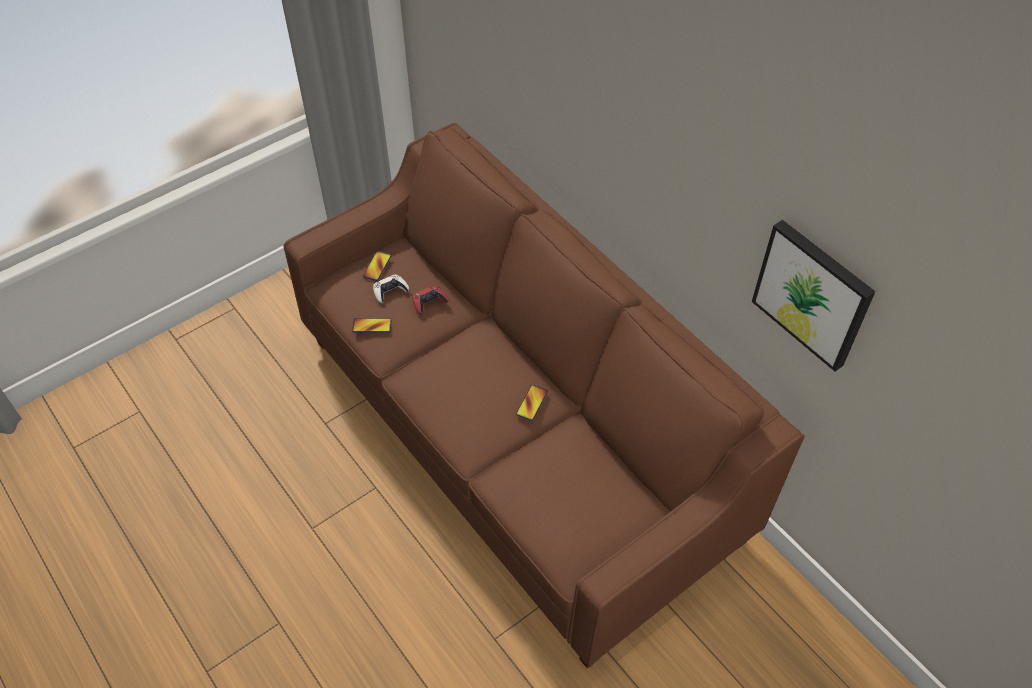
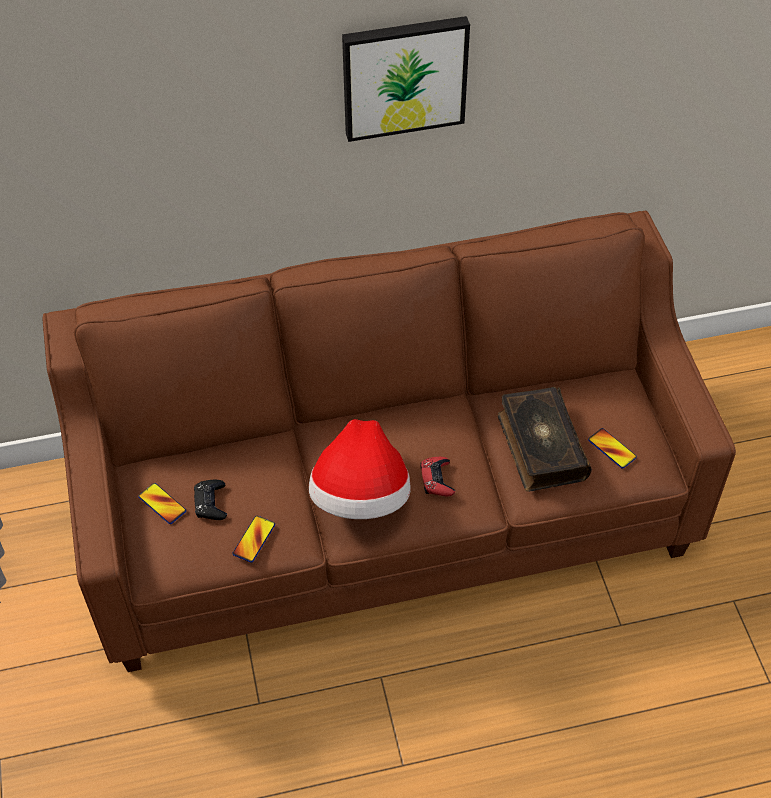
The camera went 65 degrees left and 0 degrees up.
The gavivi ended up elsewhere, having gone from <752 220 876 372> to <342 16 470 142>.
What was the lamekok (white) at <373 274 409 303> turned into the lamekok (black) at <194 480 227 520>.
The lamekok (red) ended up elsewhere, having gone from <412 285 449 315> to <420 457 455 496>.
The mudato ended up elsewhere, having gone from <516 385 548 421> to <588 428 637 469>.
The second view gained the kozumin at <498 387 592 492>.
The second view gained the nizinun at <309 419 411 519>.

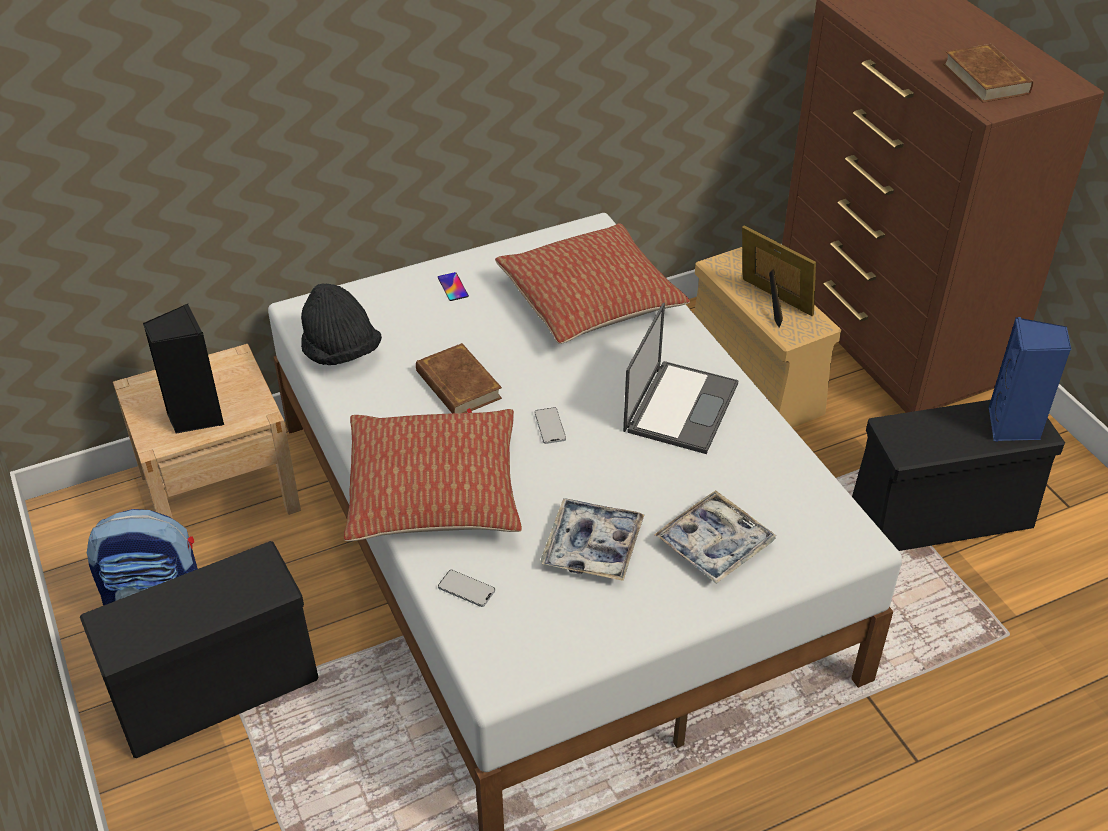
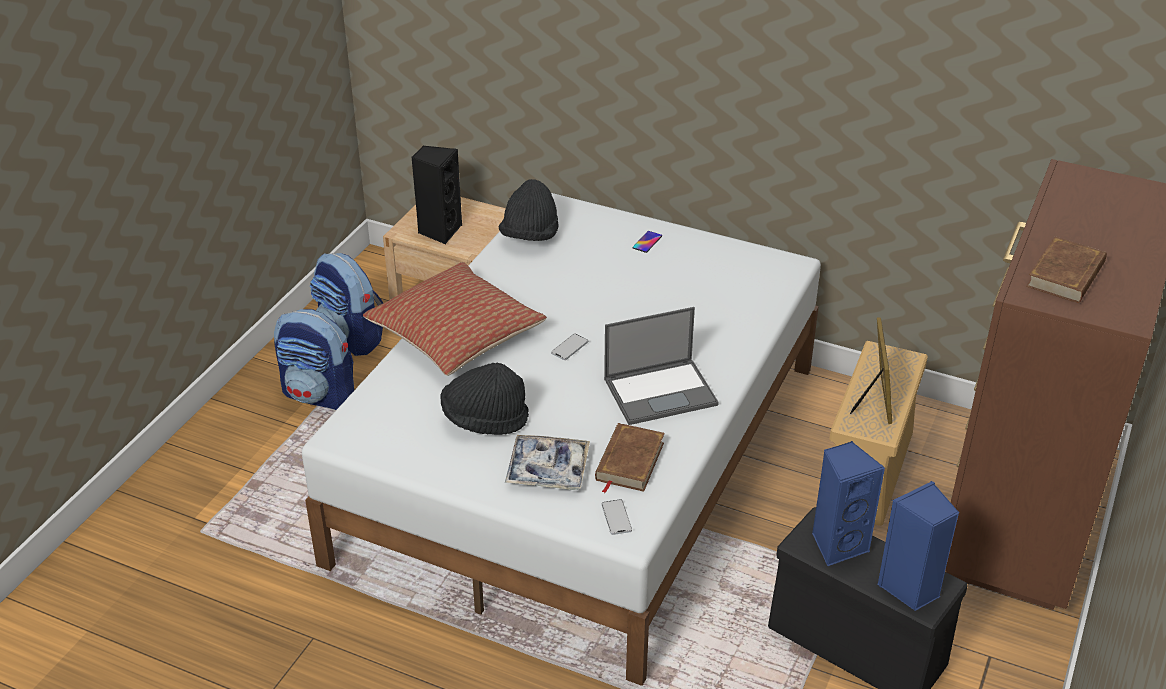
The camera went 50 degrees right and 5 degrees down.
The second view lost the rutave at <495 223 690 344>.
The kozumin (brown) ended up elsewhere, having gone from <416 343 502 413> to <595 423 665 493>.
Where the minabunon stood at <540 498 644 581>, the nizinun (black) came to stand at <440 362 529 435>.
Where the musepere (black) stood at <80 541 319 758>, the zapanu came to stand at <274 309 354 410>.
The mudato ended up elsewhere, having gone from <438 570 495 607> to <602 499 632 535>.
The second view gained the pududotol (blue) at <812 441 885 566>.

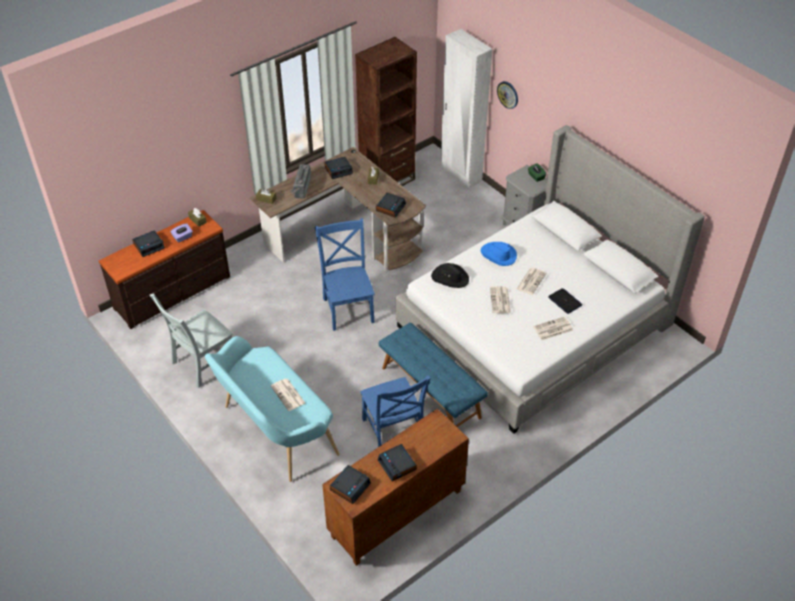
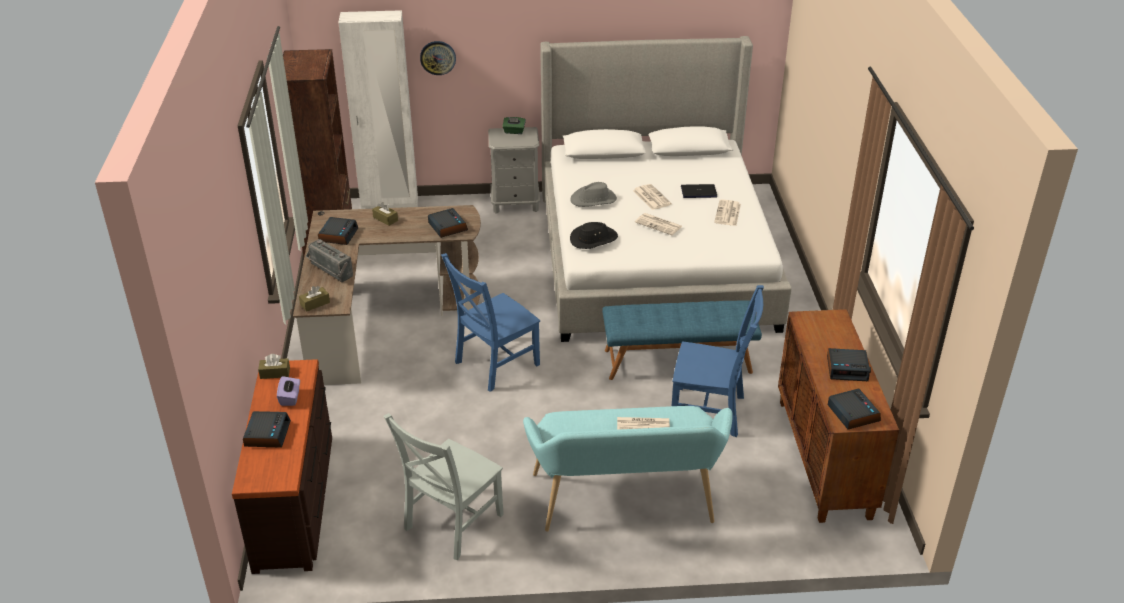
The camera went 55 degrees left and 10 degrees down.
The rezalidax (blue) at <315 218 375 331> ended up facing another way, 60 degrees counterclockwise from before.
What was the nizinun (blue) at <480 242 517 266> turned into the nizinun (grey) at <570 182 617 207>.
The rezalidax (grey) at <150 293 232 388> ended up facing another way, 45 degrees clockwise from before.

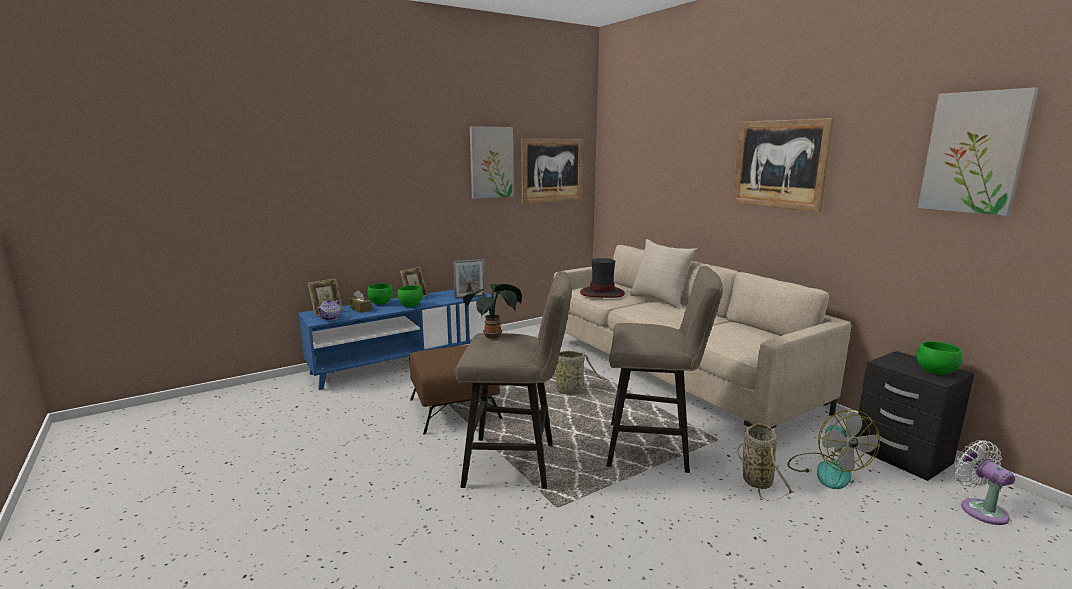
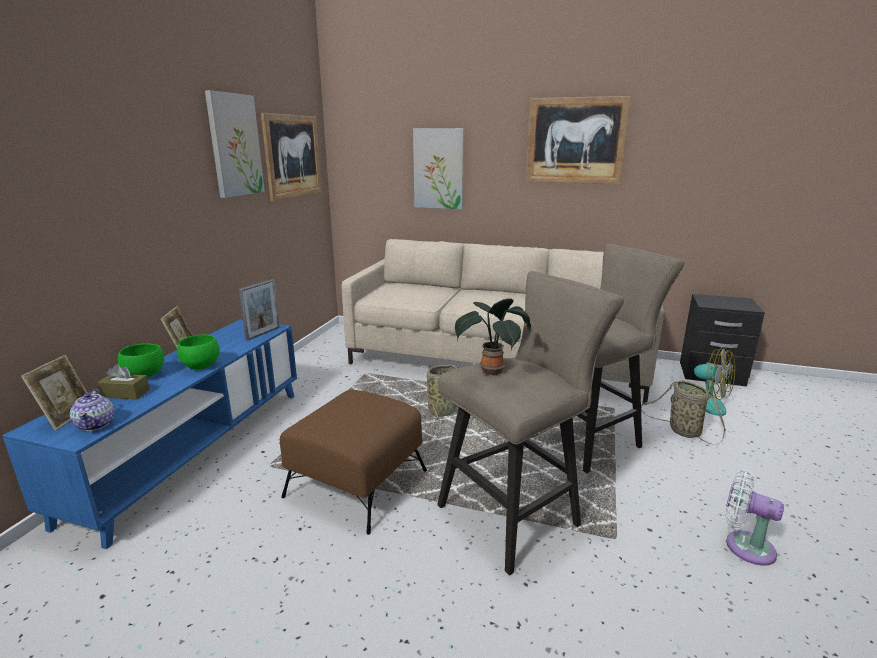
The camera went 40 degrees left and 5 degrees up.
The gavivi ended up elsewhere, having gone from <918 87 1038 216> to <413 128 464 209>.
The second view lost the rutave (beige) at <630 239 698 309>.
The second view lost the nizinun at <580 258 625 298>.
The second view lost the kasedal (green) at <916 341 963 375>.
The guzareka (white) ended up elsewhere, having gone from <954 440 1015 525> to <724 469 784 566>.

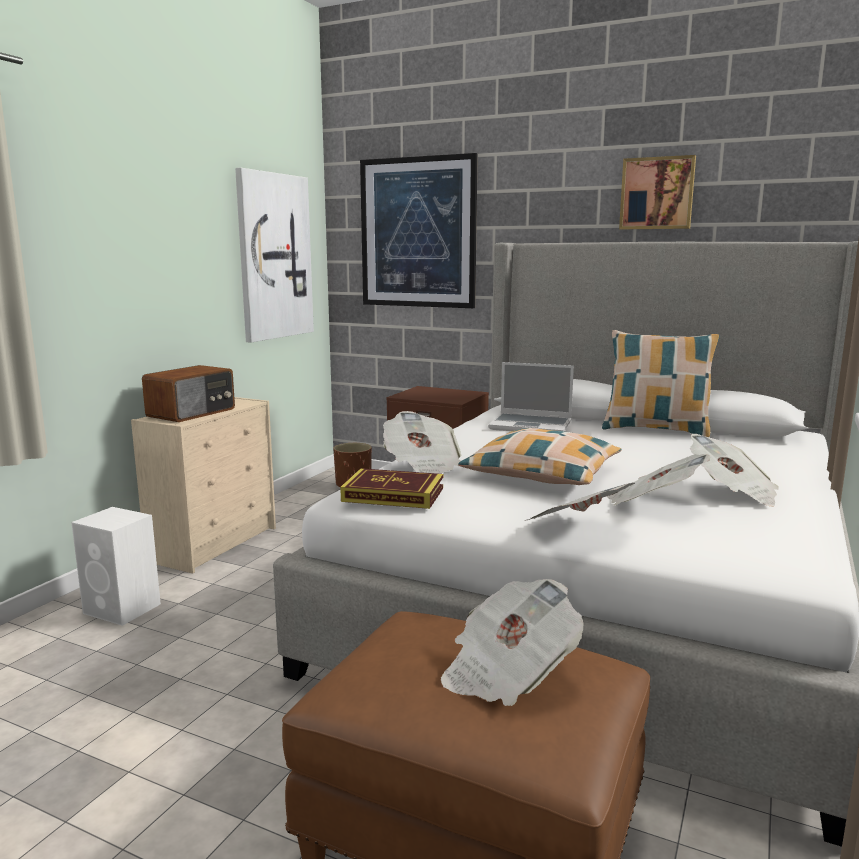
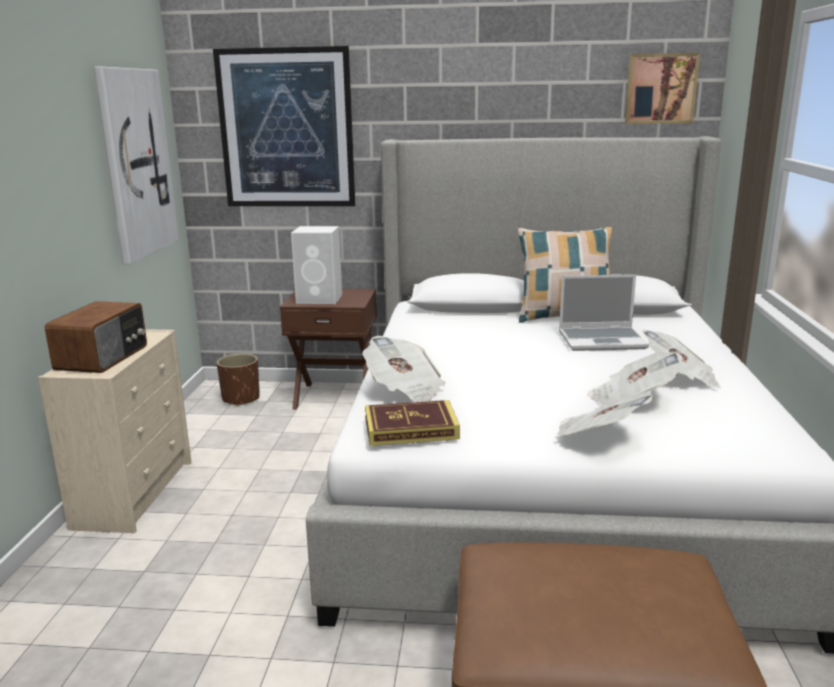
The camera went 20 degrees left and 5 degrees up.
The gavivi ended up elsewhere, having gone from <619 155 696 229> to <625 53 700 124>.
The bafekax ended up elsewhere, having gone from <488 362 574 431> to <559 274 649 351>.
The second view lost the rutave at <458 428 622 485>.
The pududotol (white) ended up elsewhere, having gone from <71 507 161 626> to <291 226 342 304>.
The second view lost the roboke at <441 579 584 706>.

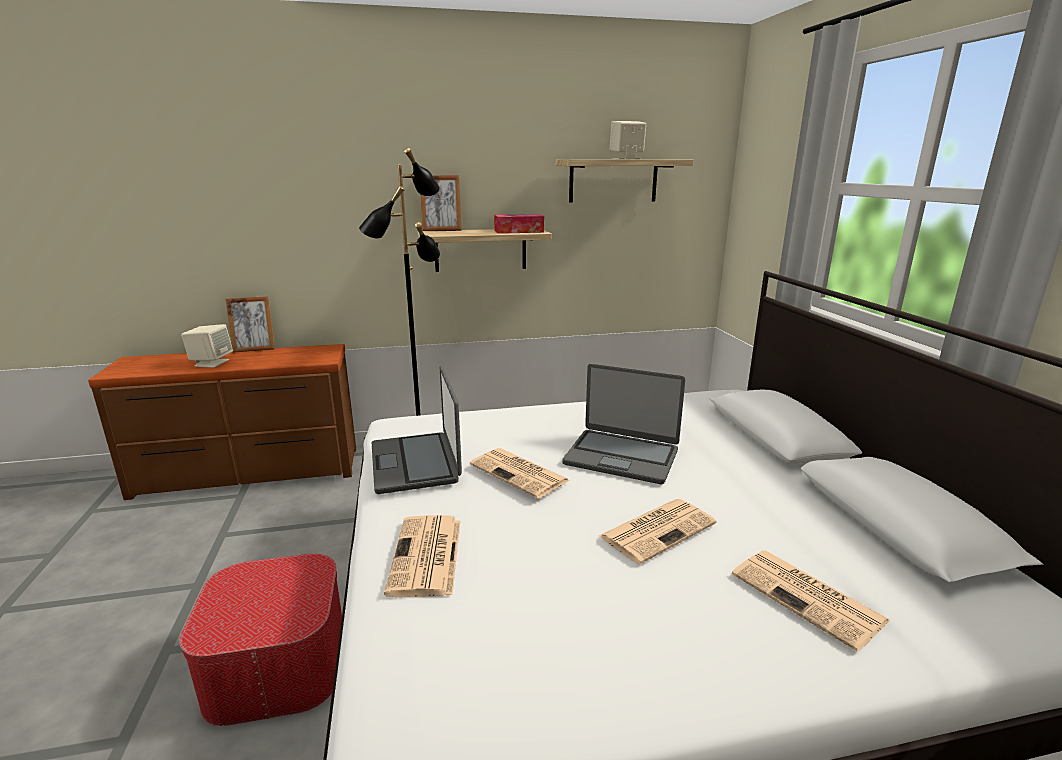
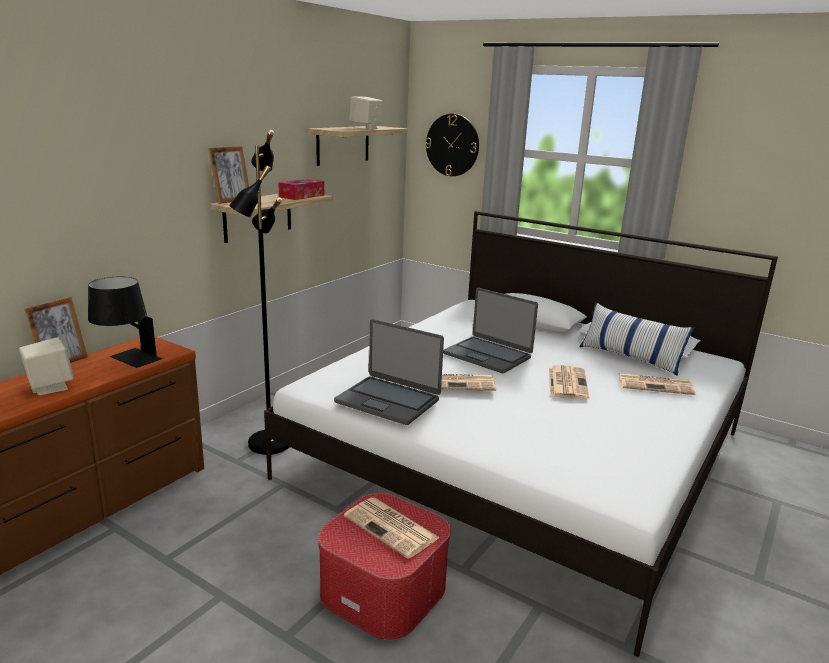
The camera went 45 degrees left and 0 degrees up.
The bafekax at <562 364 685 484> ended up facing another way, 60 degrees clockwise from before.
The roboke ended up elsewhere, having gone from <384 515 460 597> to <344 497 440 559>.
The second view gained the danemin at <425 114 479 176>.
The second view gained the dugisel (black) at <88 277 162 368>.
The second view gained the rutave at <579 302 694 376>.

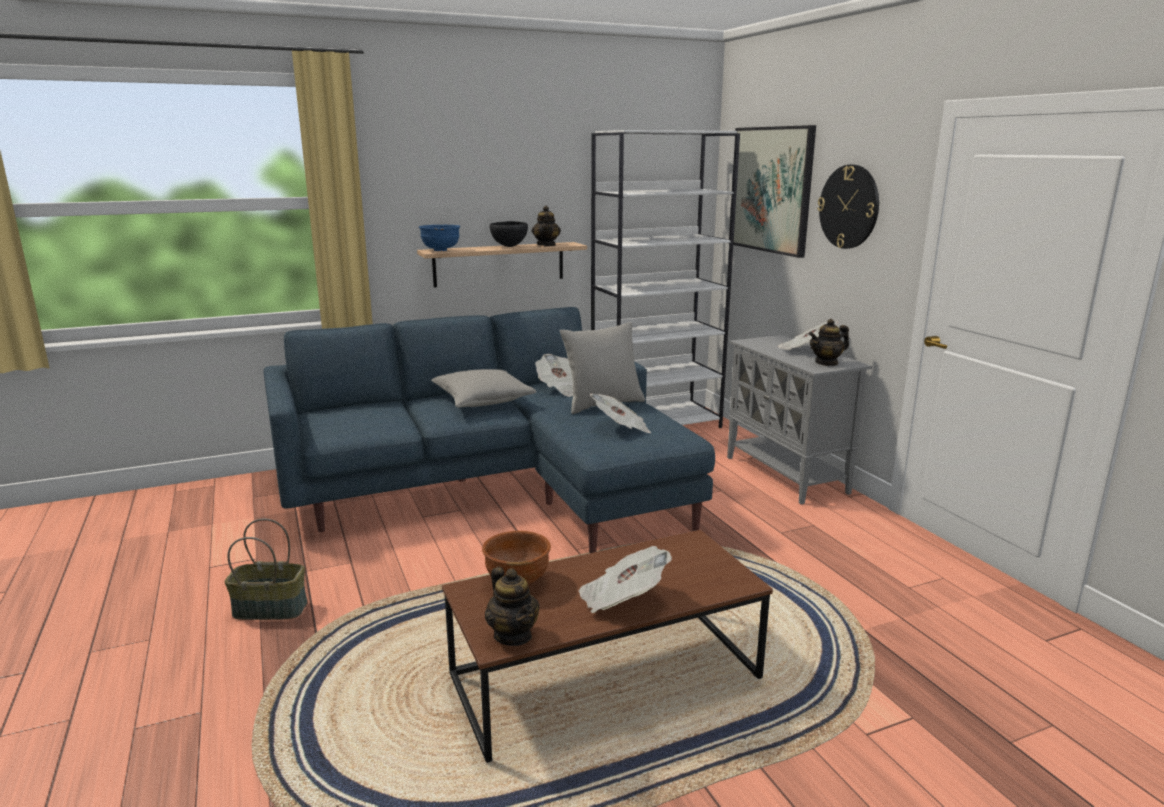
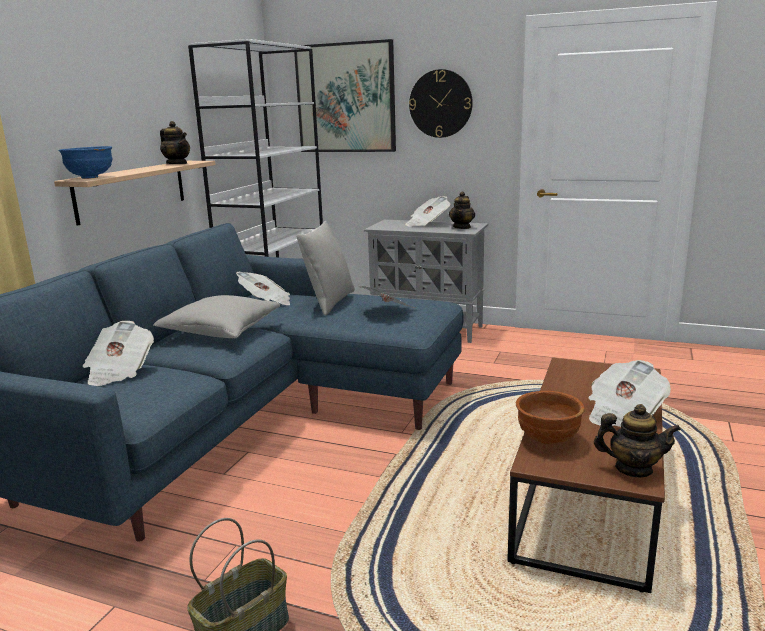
The camera went 45 degrees left and 0 degrees up.
The second view lost the kasedal (black) at <490 221 528 247>.
The second view gained the roboke at <82 321 154 386>.

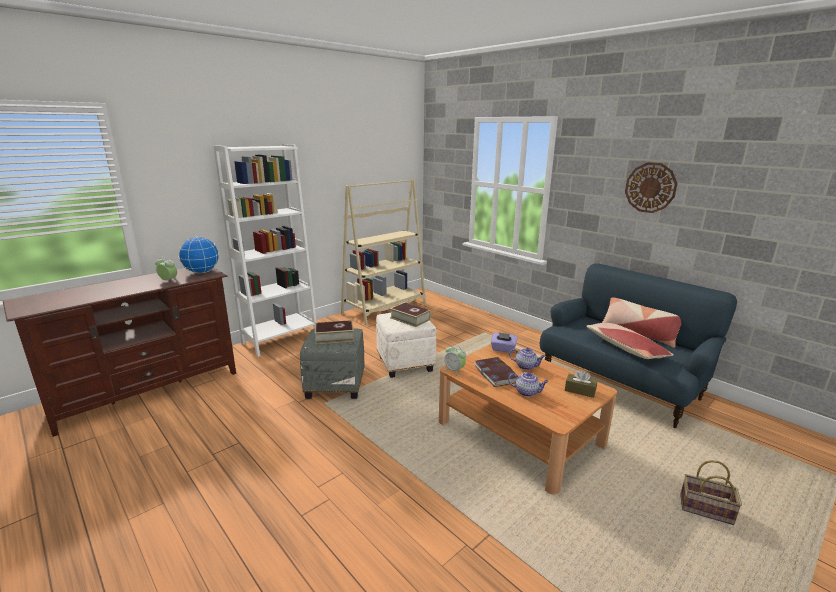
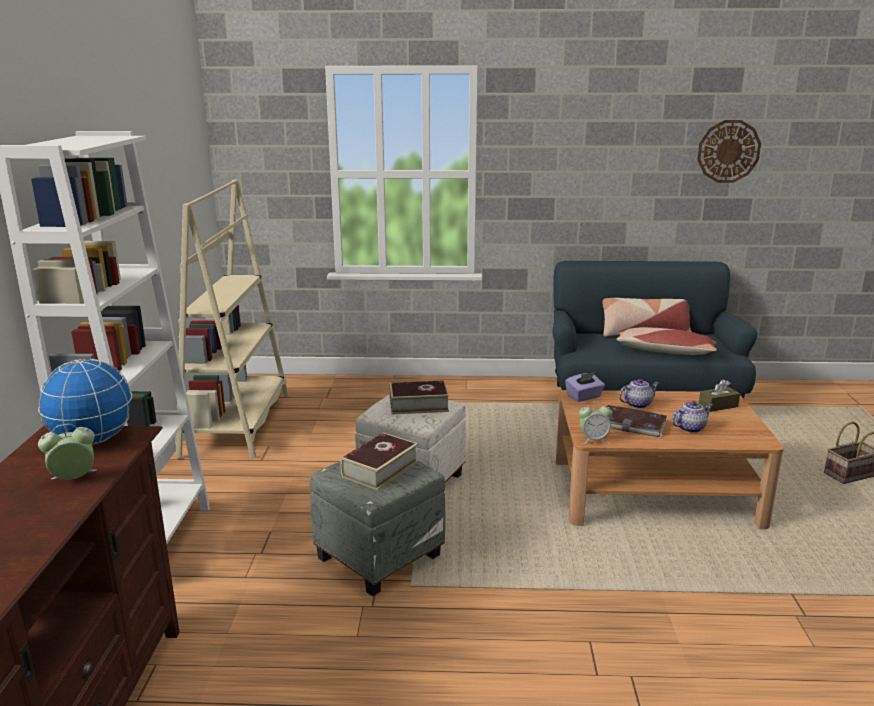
The camera went 45 degrees left and 0 degrees up.
The danemin ended up elsewhere, having gone from <625 162 678 213> to <697 120 761 183>.

